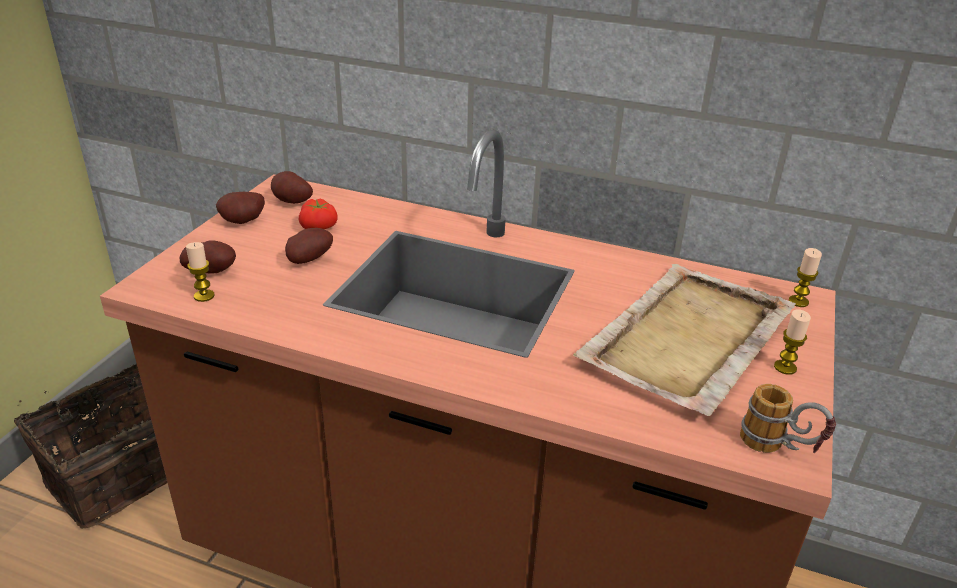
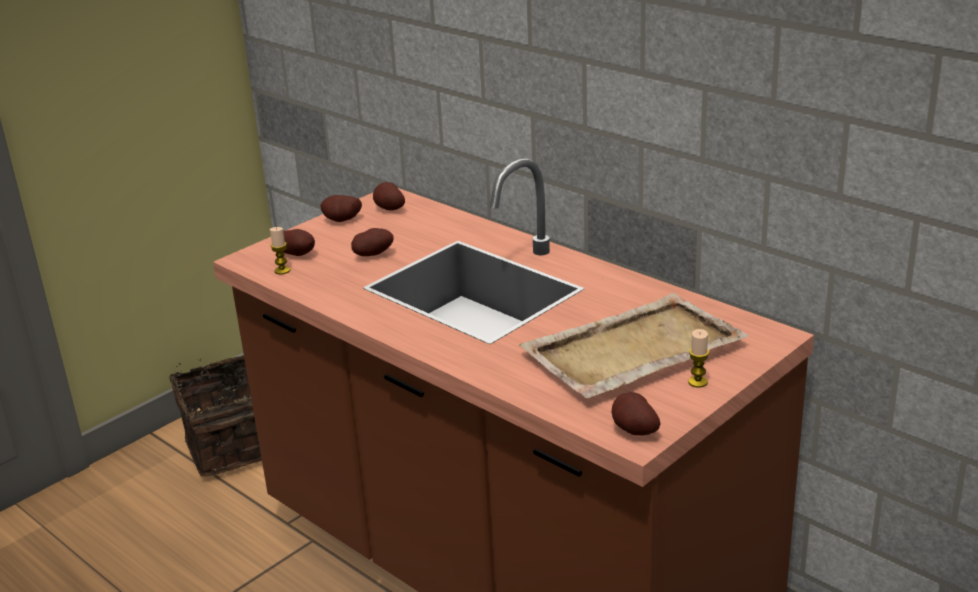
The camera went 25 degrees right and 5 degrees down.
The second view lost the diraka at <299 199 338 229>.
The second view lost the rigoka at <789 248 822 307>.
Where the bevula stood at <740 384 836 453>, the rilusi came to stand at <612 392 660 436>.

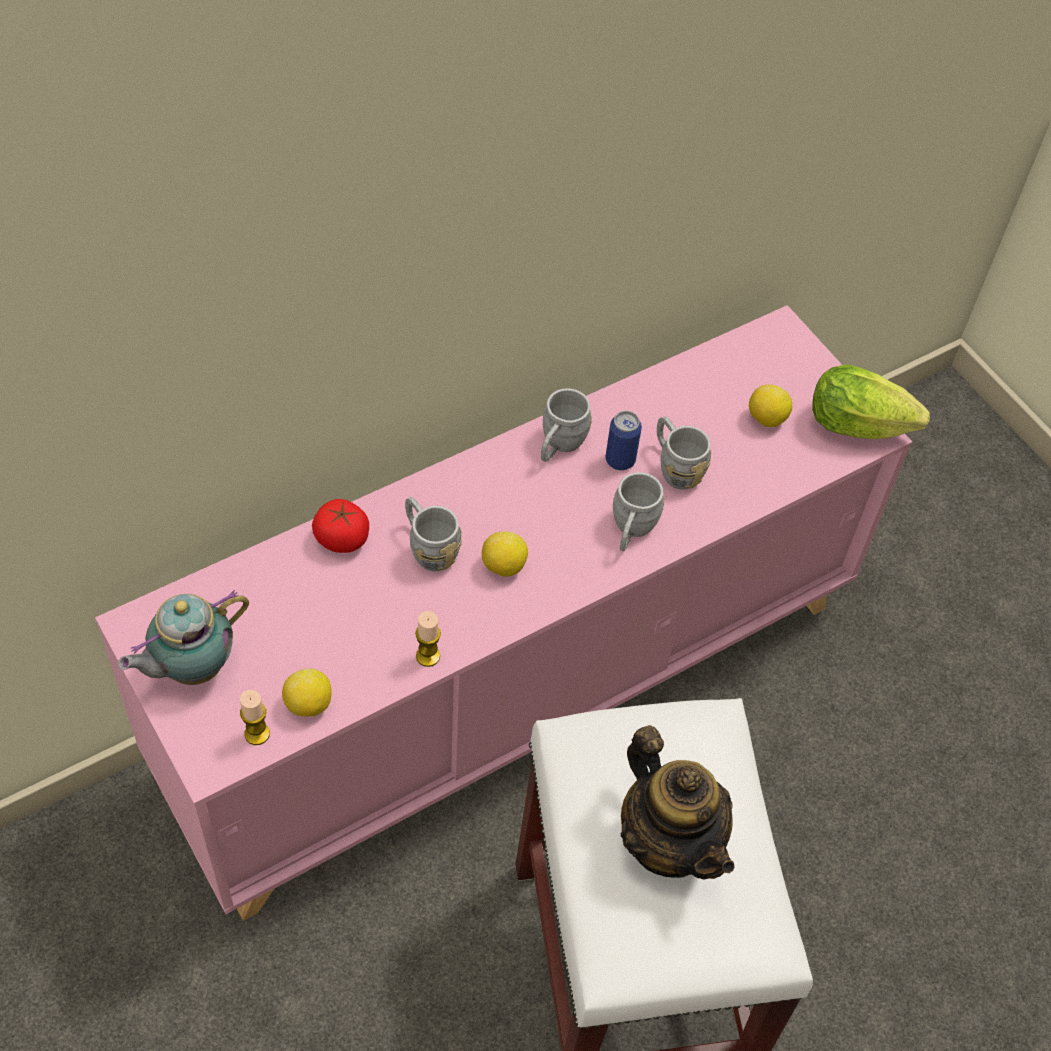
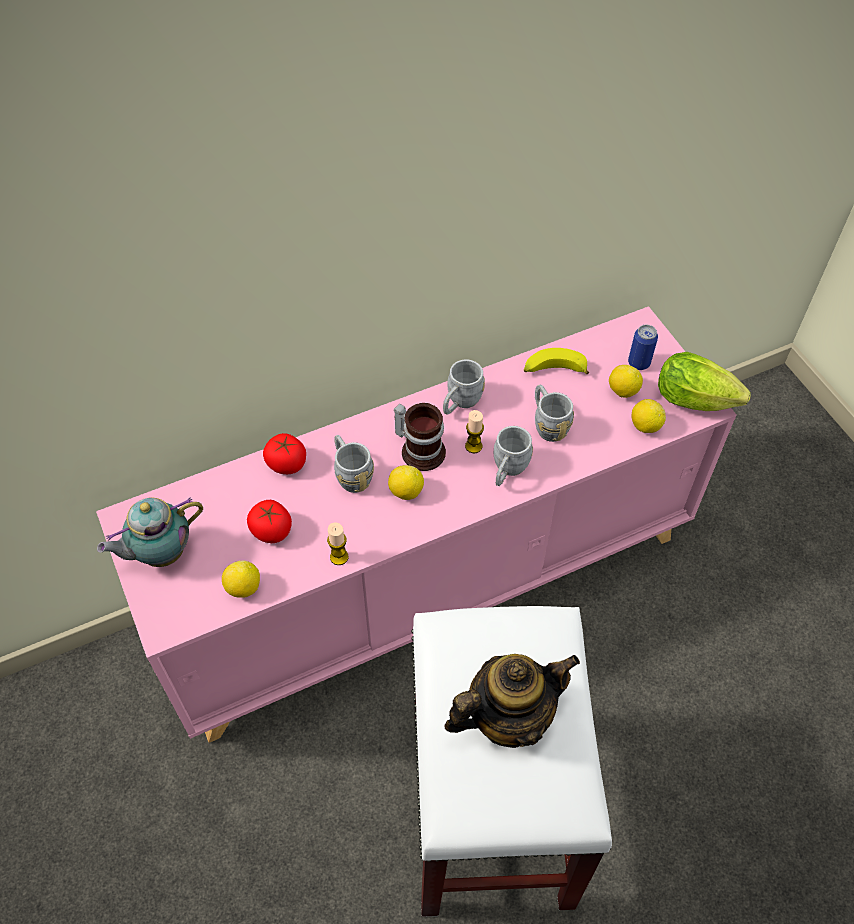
The camera went 10 degrees right and 0 degrees up.
The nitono ended up elsewhere, having gone from <605 411 642 470> to <628 325 658 370>.
The rigoka ended up elsewhere, having gone from <240 690 270 745> to <465 410 484 453>.
The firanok at <620 725 735 879> ended up facing another way, 90 degrees counterclockwise from before.
The second view gained the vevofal at <524 348 589 374>.
The second view gained the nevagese at <631 399 666 433>.
The second view gained the bevula at <394 403 446 471>.
The second view gained the diraka at <247 500 292 543>.

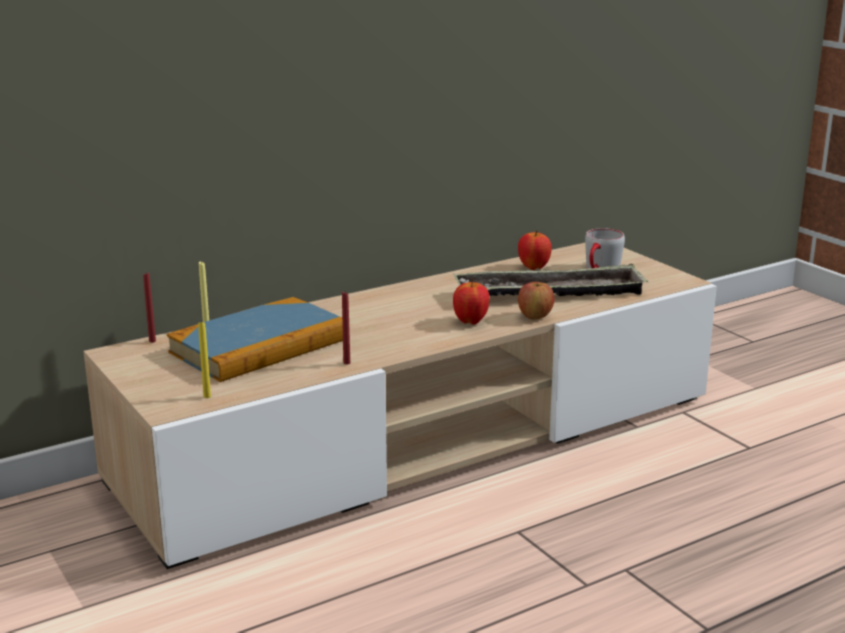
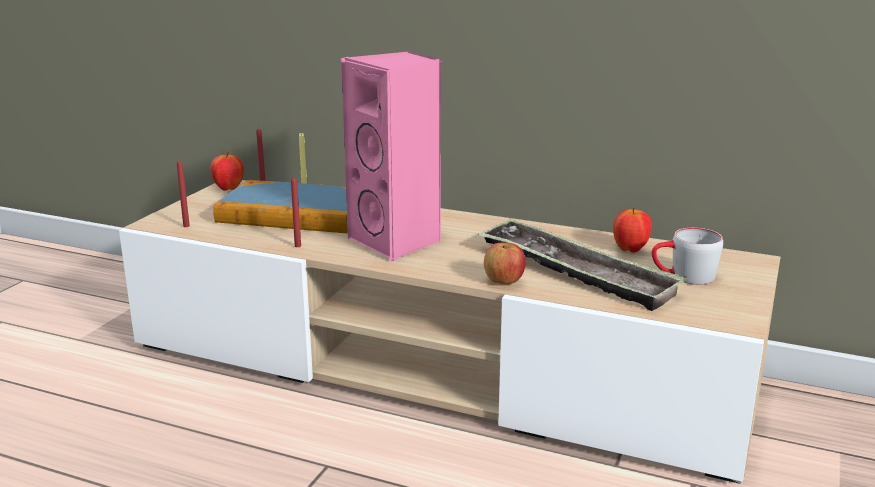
The camera went 55 degrees right and 0 degrees up.
The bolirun ended up elsewhere, having gone from <453 278 490 325> to <210 151 244 191>.
What was the rigoka (yellow) at <198 320 211 398> turned into the rigoka (red) at <177 161 190 227>.
The second view gained the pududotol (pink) at <341 51 442 261>.

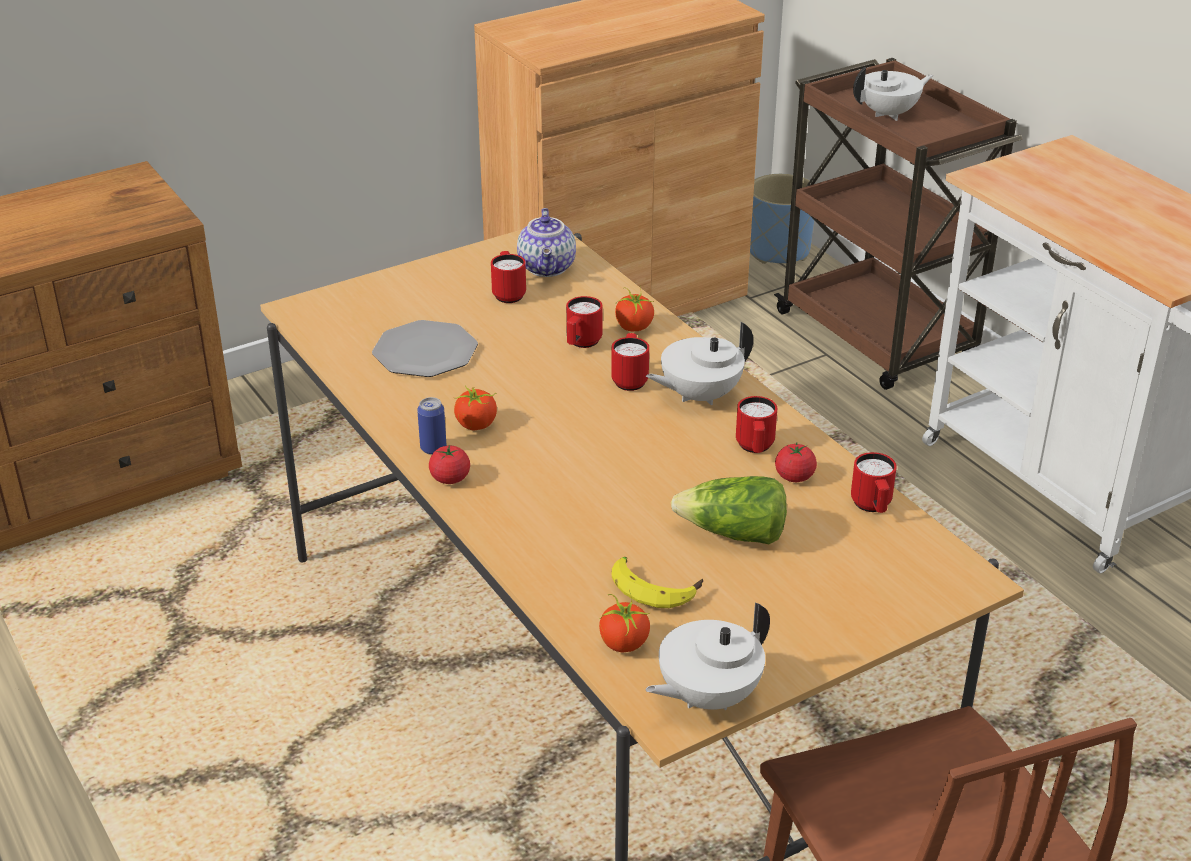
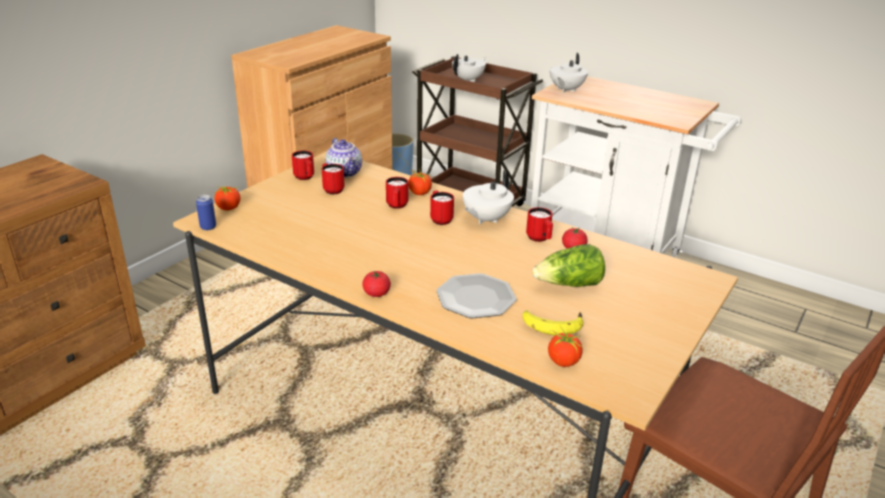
The camera went 25 degrees left and 5 degrees down.
The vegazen ended up elsewhere, having gone from <372 320 478 377> to <437 273 517 318>.
The diraka ended up elsewhere, having gone from <454 385 497 430> to <214 187 240 210>.
The nitono ended up elsewhere, having gone from <417 397 446 455> to <196 195 216 230>.
The bevula (red) ended up elsewhere, having gone from <851 452 897 513> to <292 151 314 180>.
The firanok (white) ended up elsewhere, having gone from <646 603 770 710> to <550 53 588 93>.

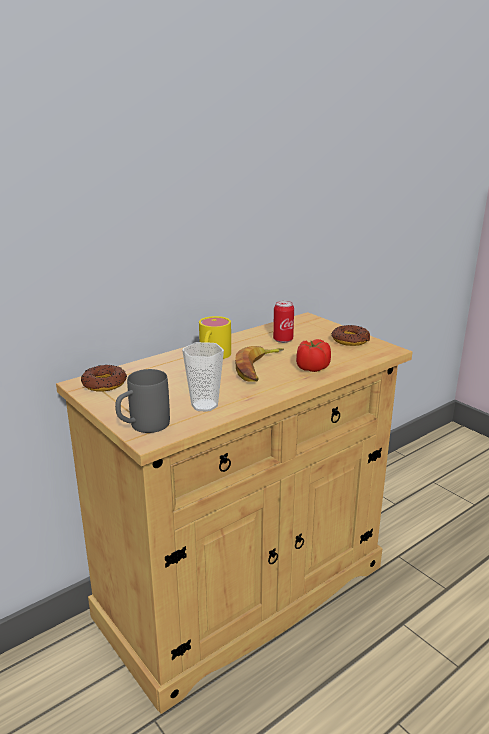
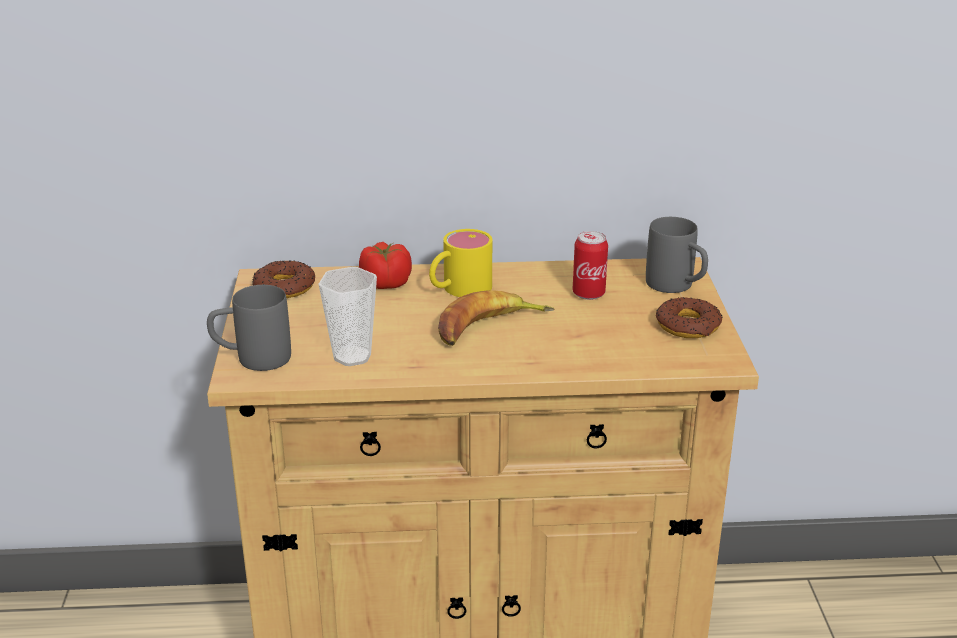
The camera went 35 degrees right and 5 degrees up.
The diraka ended up elsewhere, having gone from <296 339 331 372> to <359 242 412 289>.
The second view gained the bevula (grey) at <646 217 708 293>.

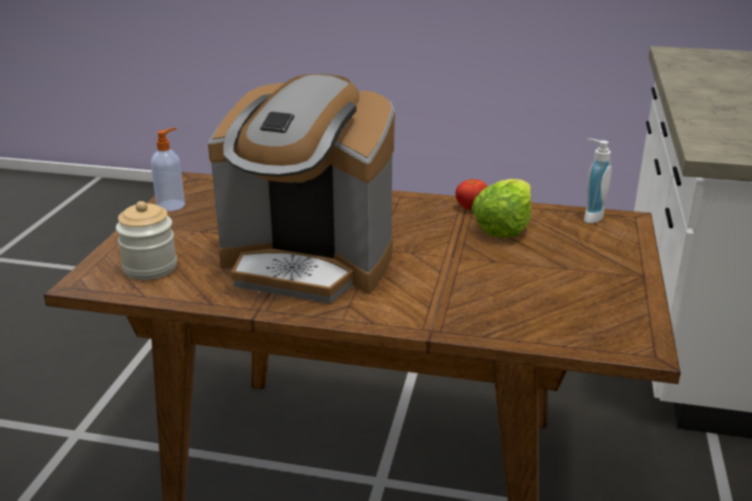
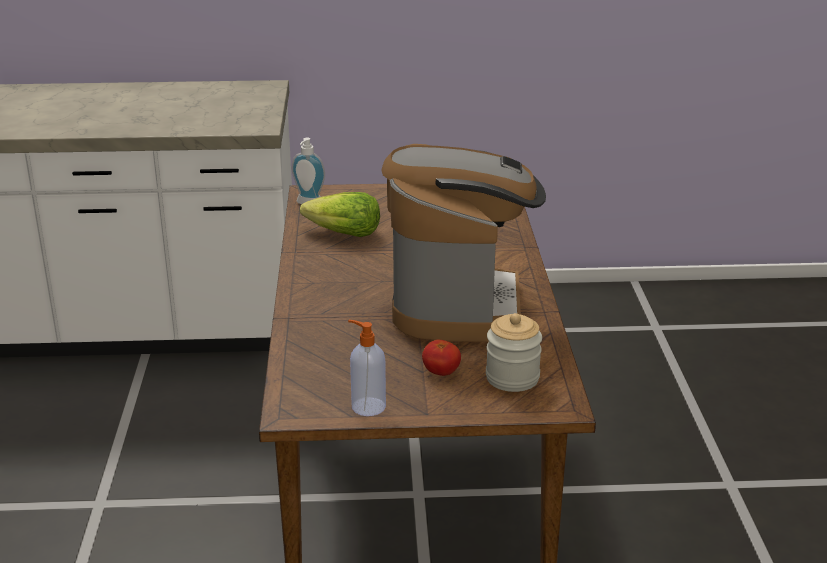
The camera went 105 degrees left and 0 degrees up.
The diraka ended up elsewhere, having gone from <456 179 488 209> to <422 340 461 376>.

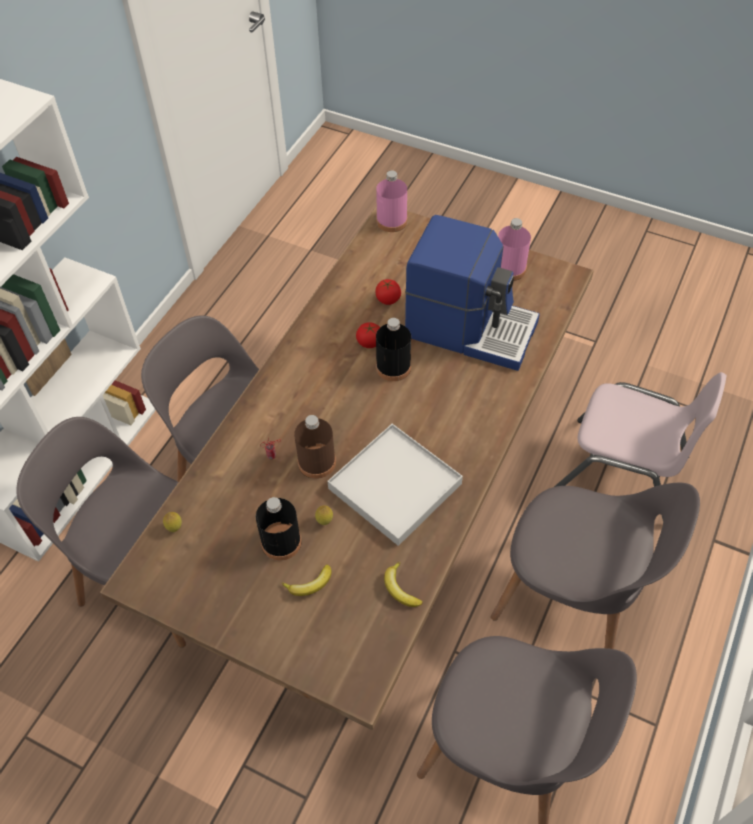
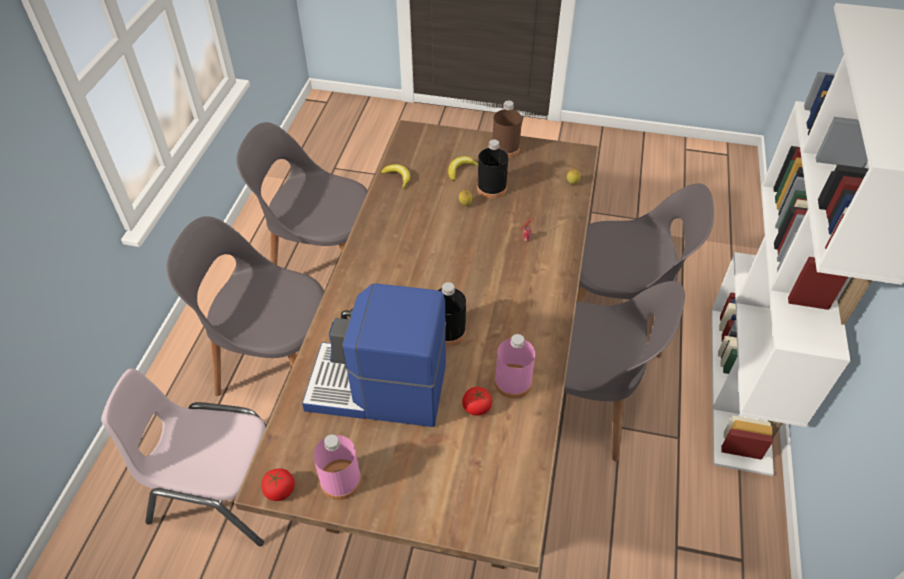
The camera went 165 degrees right and 5 degrees down.
The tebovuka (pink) ended up elsewhere, having gone from <376 170 407 232> to <495 334 535 399>.
The diraka ended up elsewhere, having gone from <356 322 380 348> to <261 468 295 501>.
The tebovuka (brown) ended up elsewhere, having gone from <294 415 336 479> to <493 101 522 158>.
The second view lost the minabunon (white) at <327 424 463 546>.

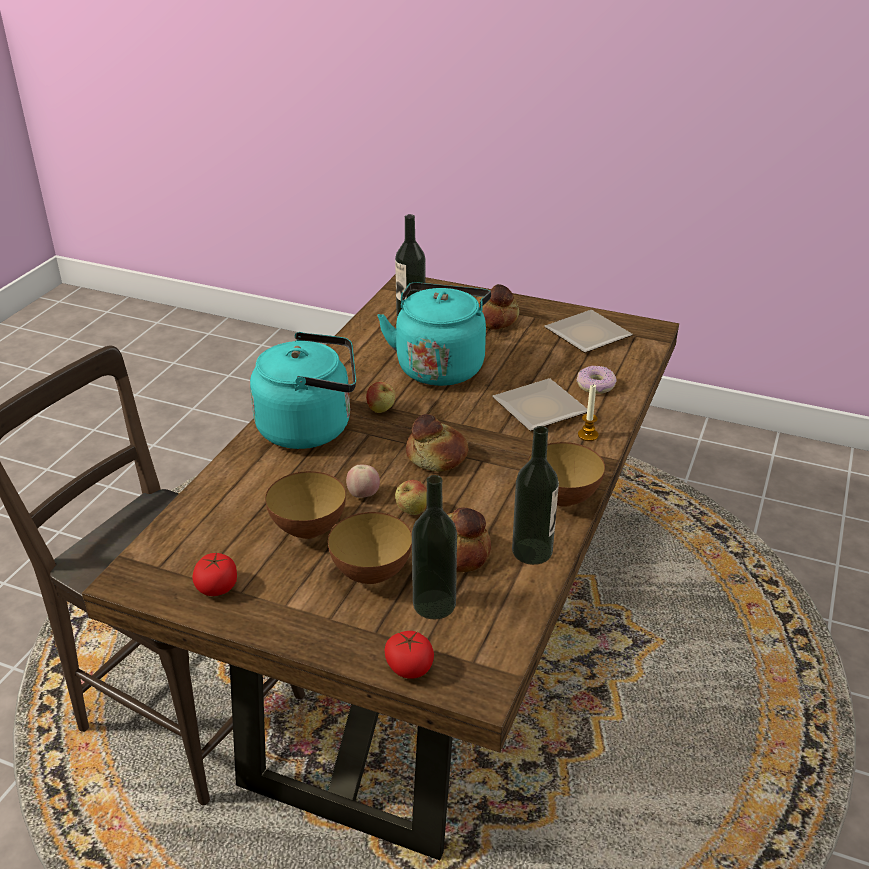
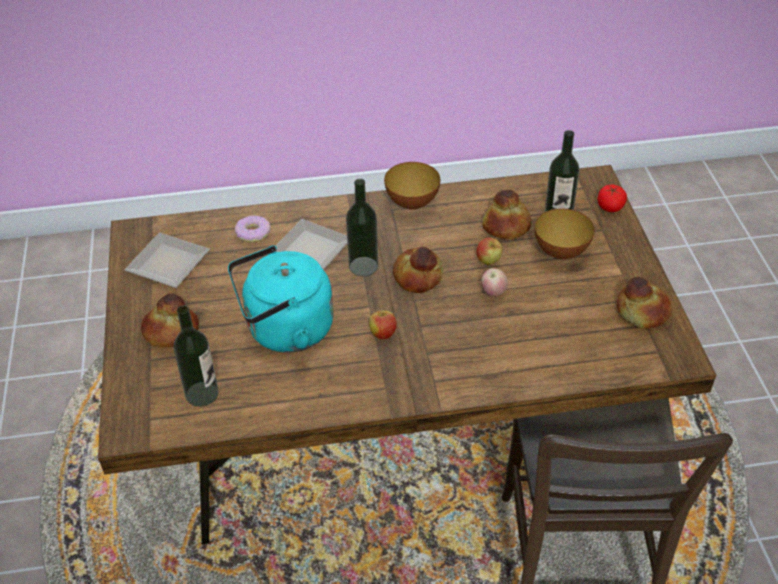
The camera went 120 degrees left and 10 degrees up.
The second view lost the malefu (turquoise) at <250 332 356 449>.
The second view lost the rigoka at <578 385 599 441>.
The tebovuka ended up elsewhere, having gone from <512 426 559 565> to <346 179 378 277>.
The second view lost the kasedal at <265 471 346 539>.
Where the diraka stood at <192 553 237 596>, the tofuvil came to stand at <617 277 672 329>.

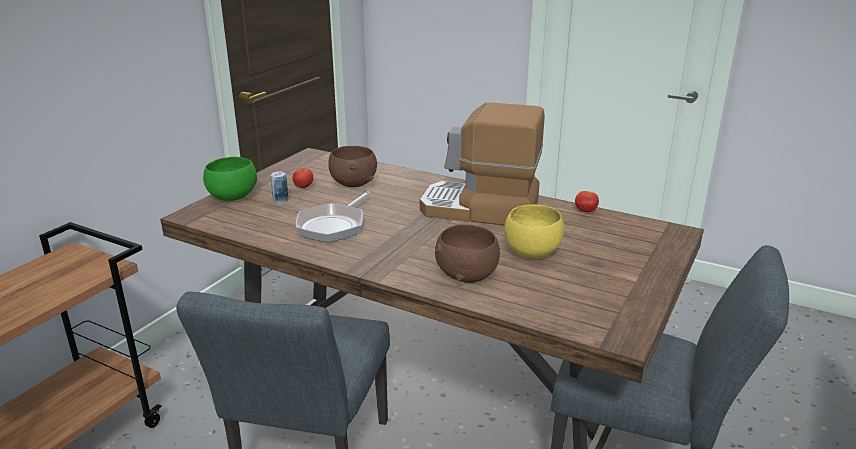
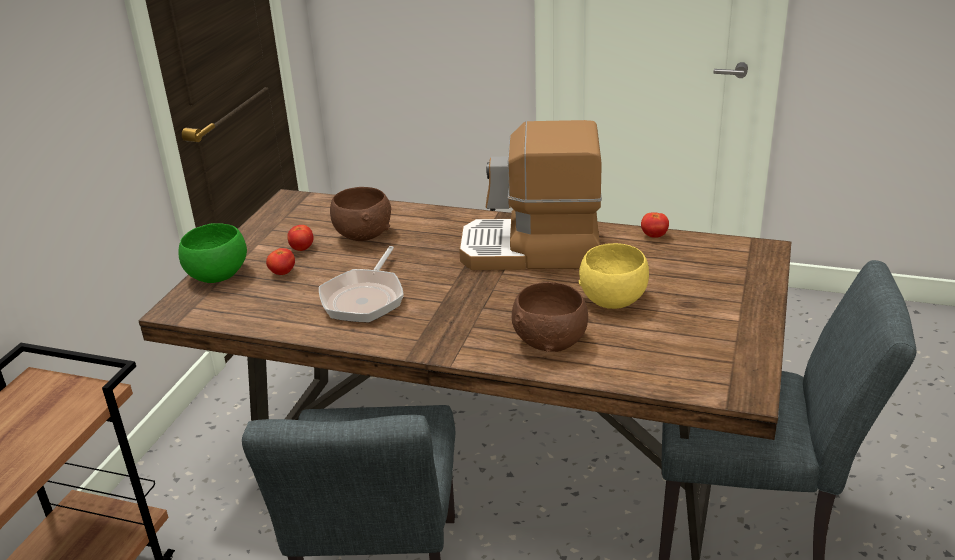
The camera went 10 degrees left and 5 degrees up.
Where the nitono stood at <271 171 288 204>, the diraka came to stand at <266 248 295 275>.

